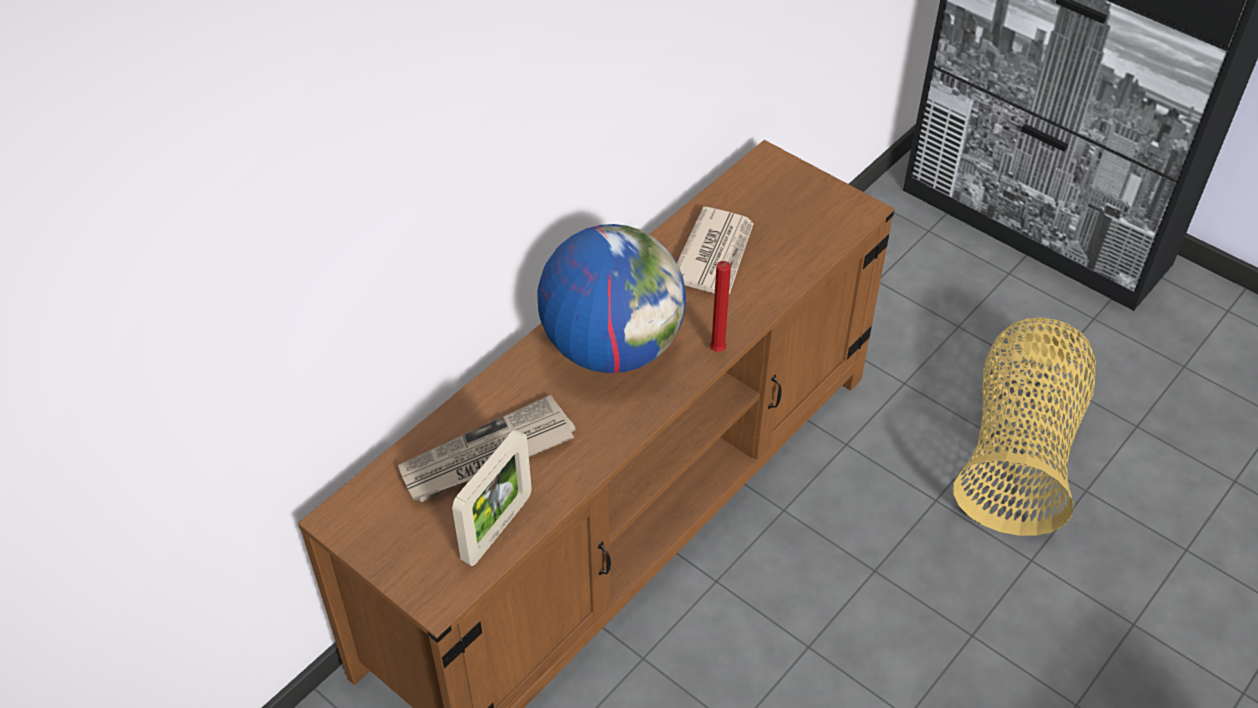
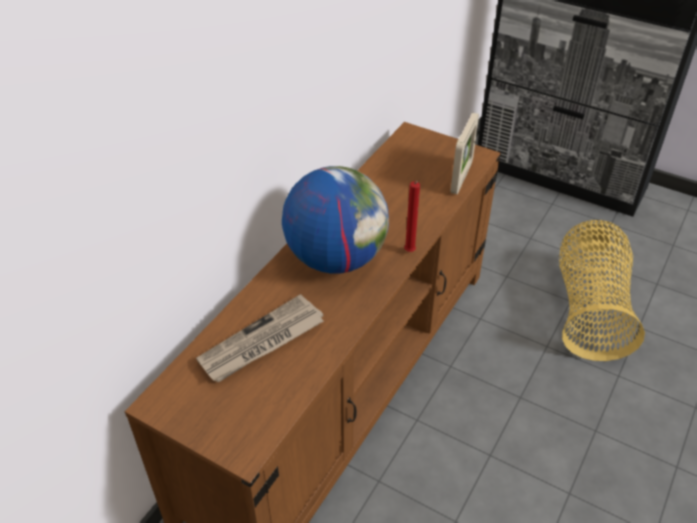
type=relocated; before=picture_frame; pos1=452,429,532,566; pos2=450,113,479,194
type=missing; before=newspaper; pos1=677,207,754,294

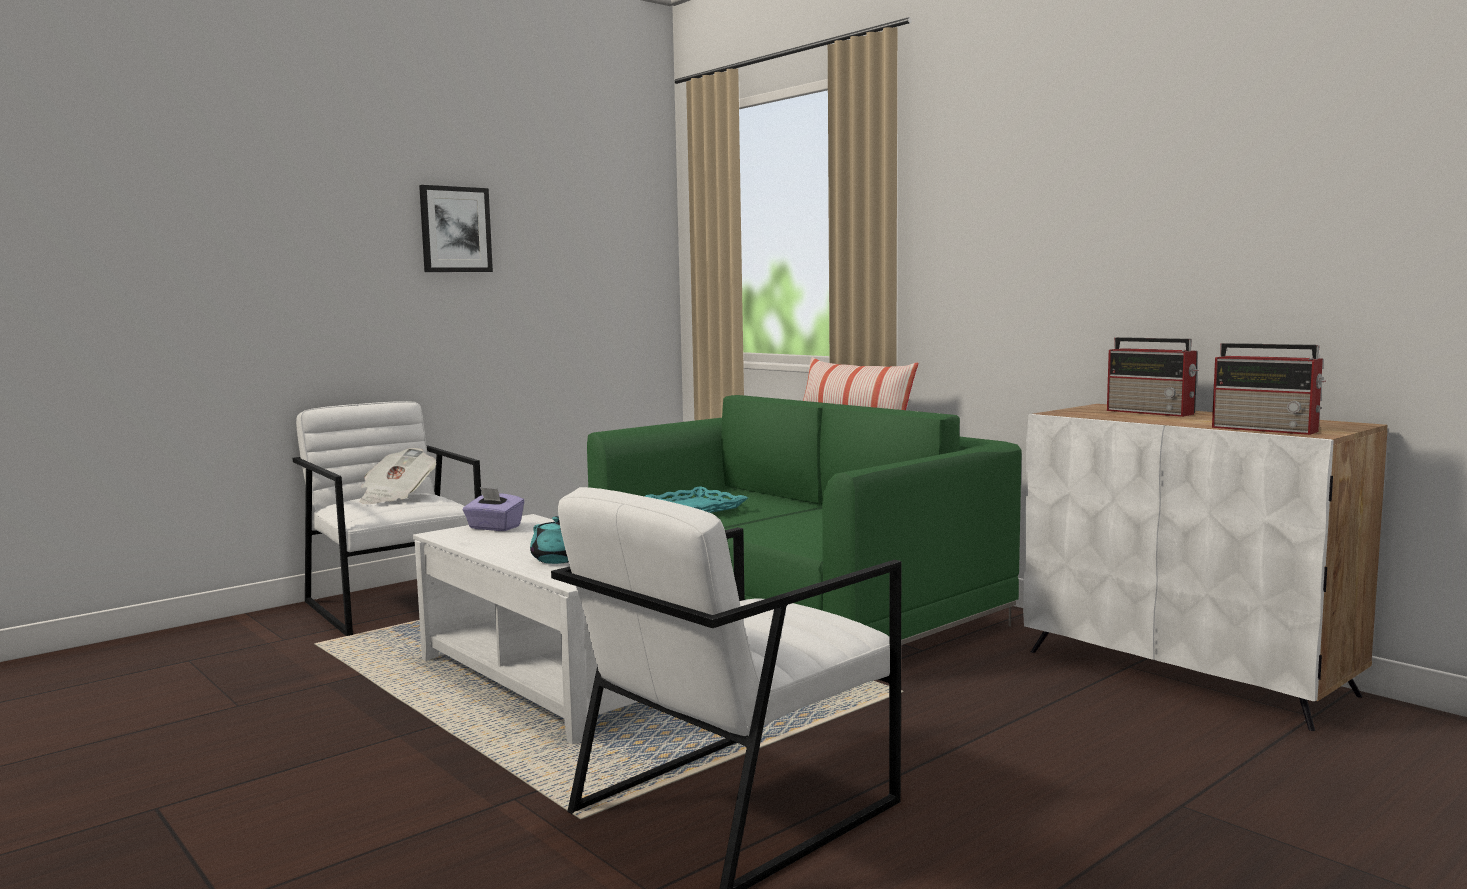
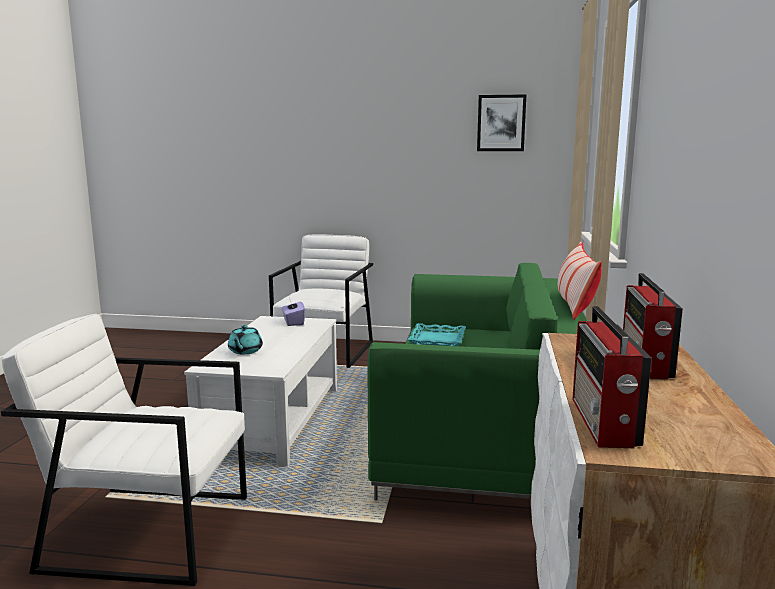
type=relocated; before=picture; pos1=419,185,493,272; pos2=477,94,527,151
type=missing; before=newspaper; pos1=360,448,436,504

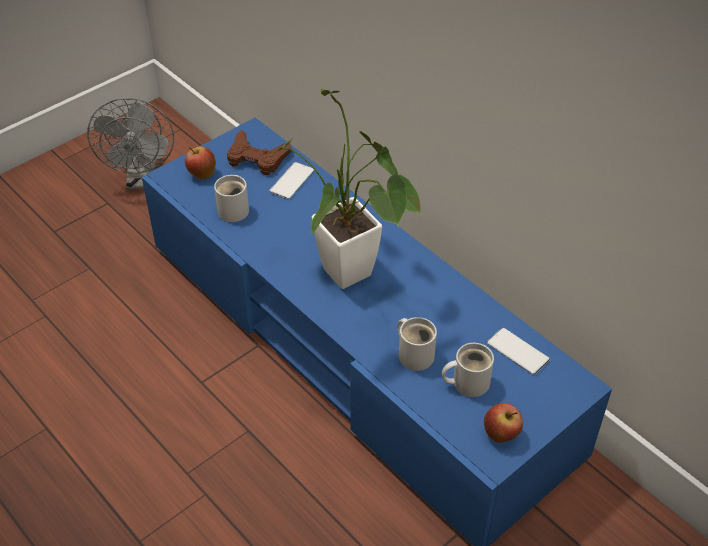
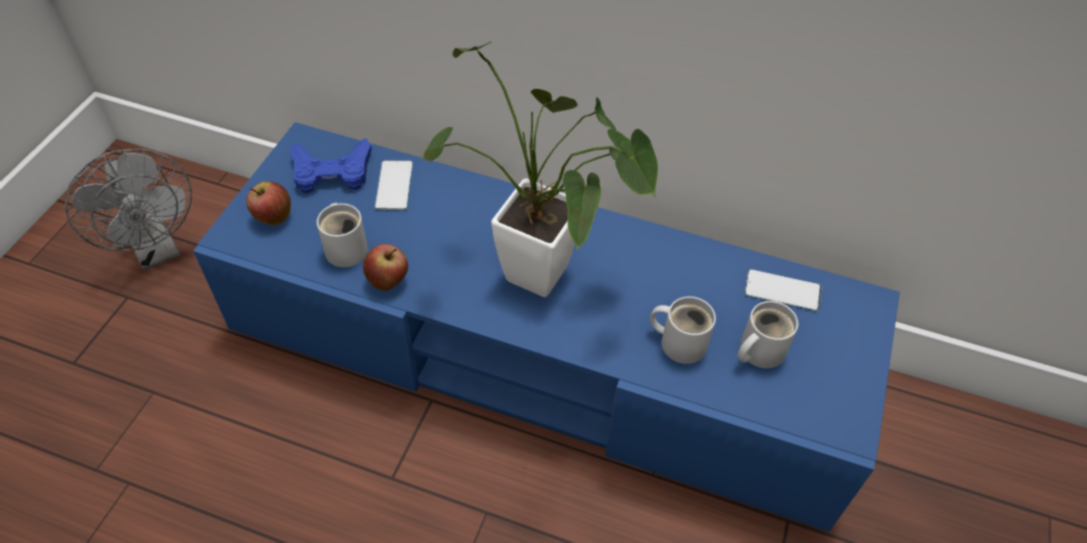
type=colour; before=brown_game_controller; after=blue_game_controller; pos1=227,130,291,175; pos2=290,138,372,194
type=relocated; before=apple; pos1=484,403,523,442; pos2=363,244,408,291

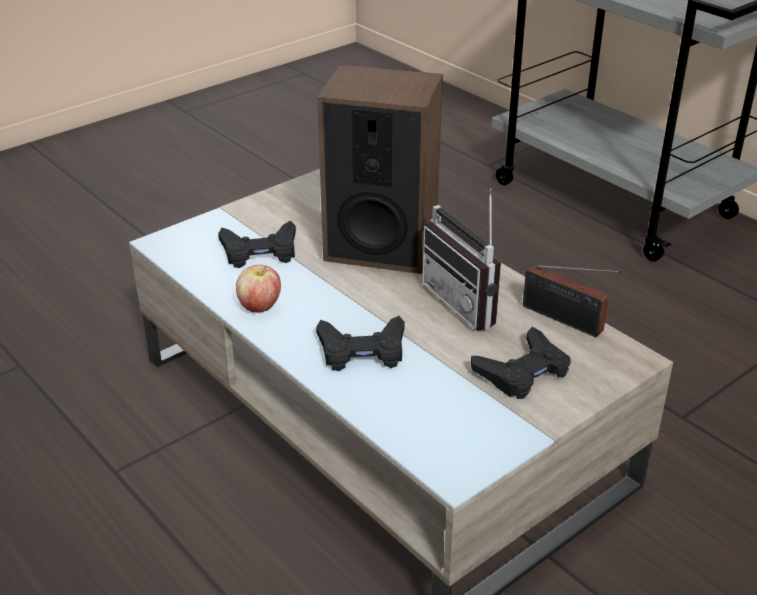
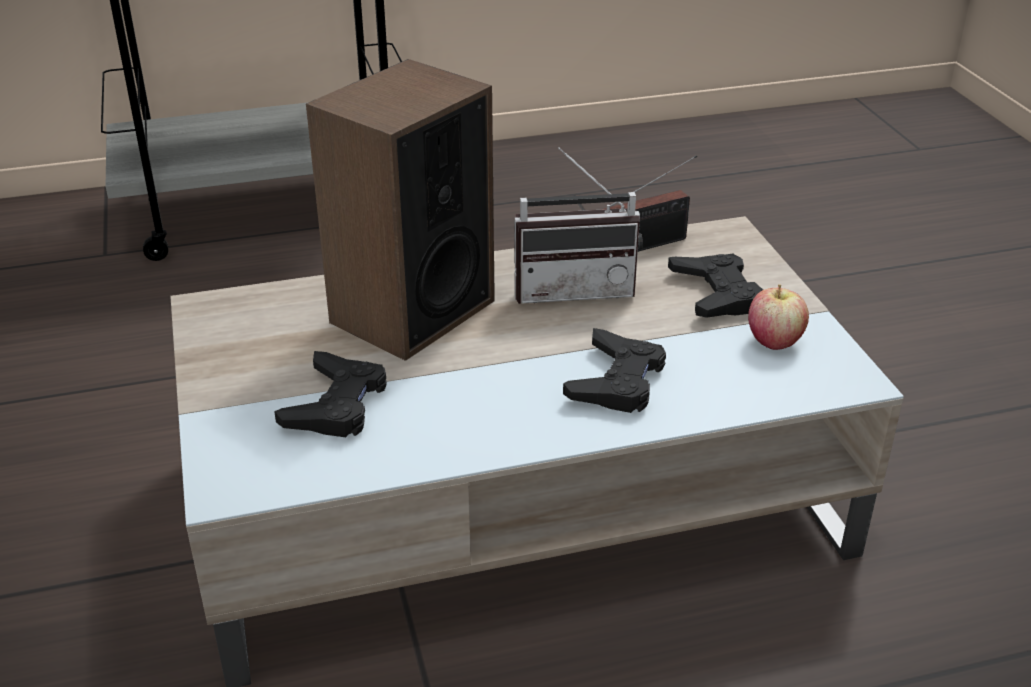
type=relocated; before=apple; pos1=236,265,281,313; pos2=748,284,809,350

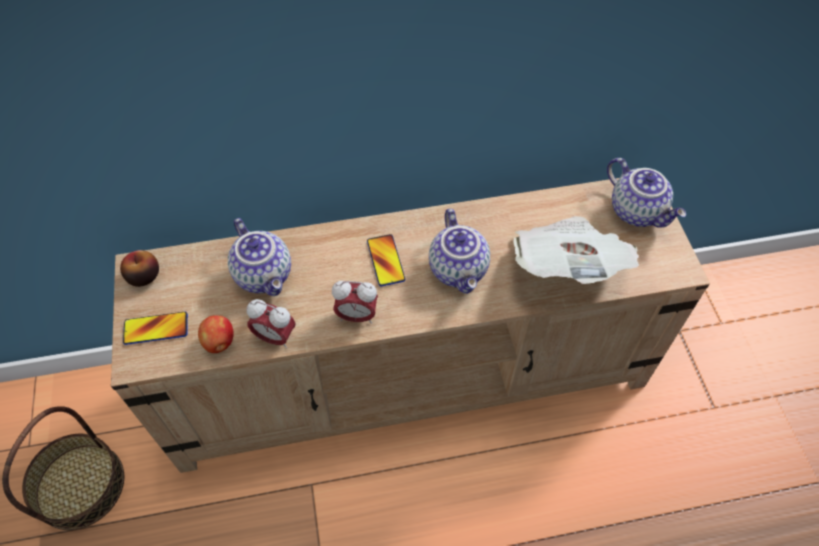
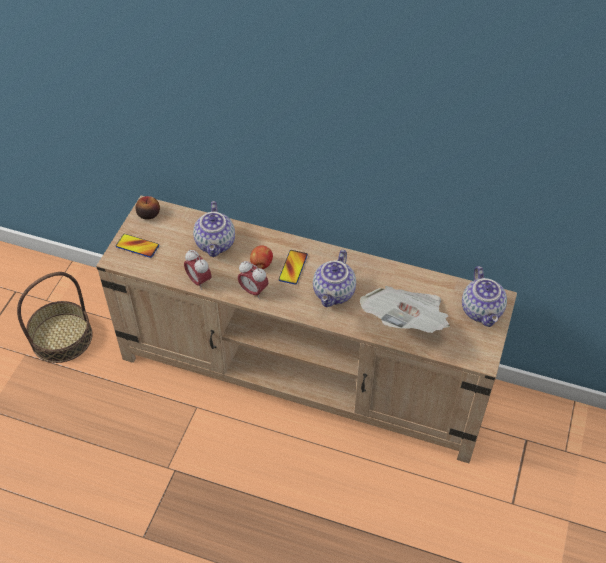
type=relocated; before=apple; pos1=198,315,234,353; pos2=250,245,273,269

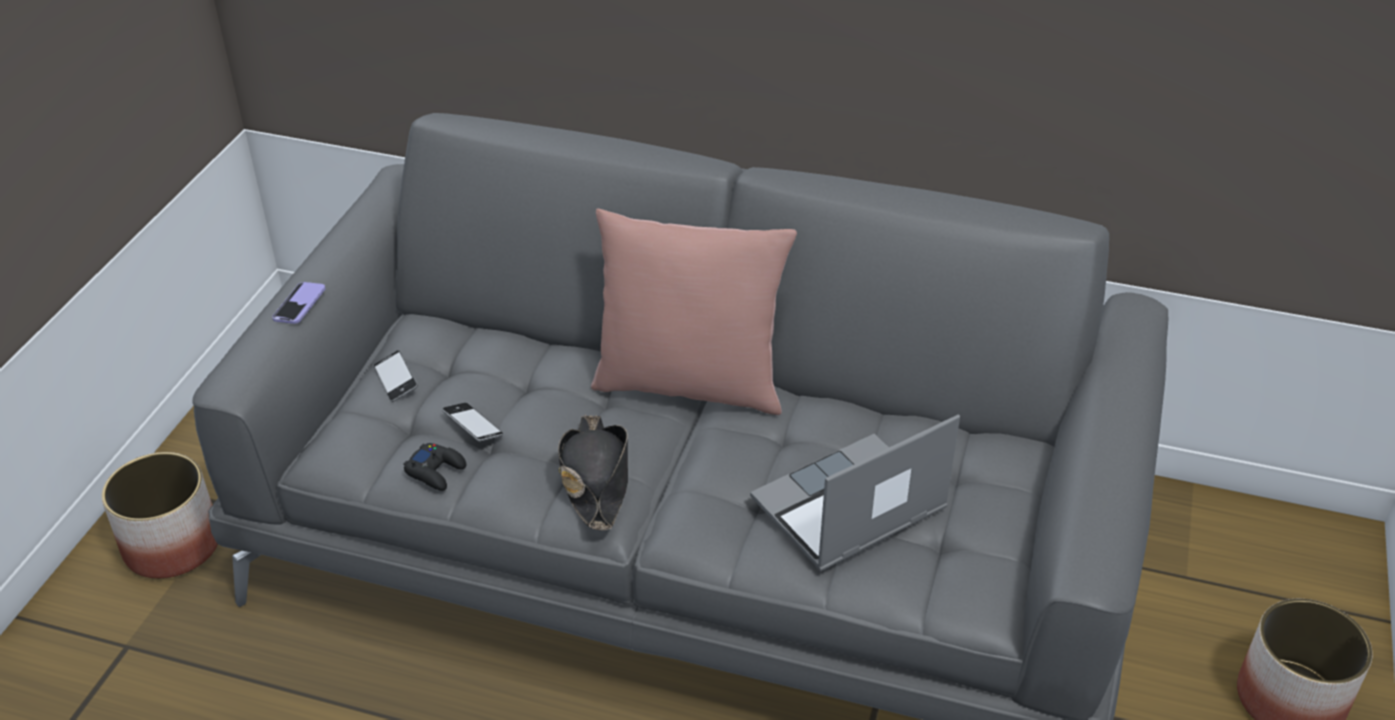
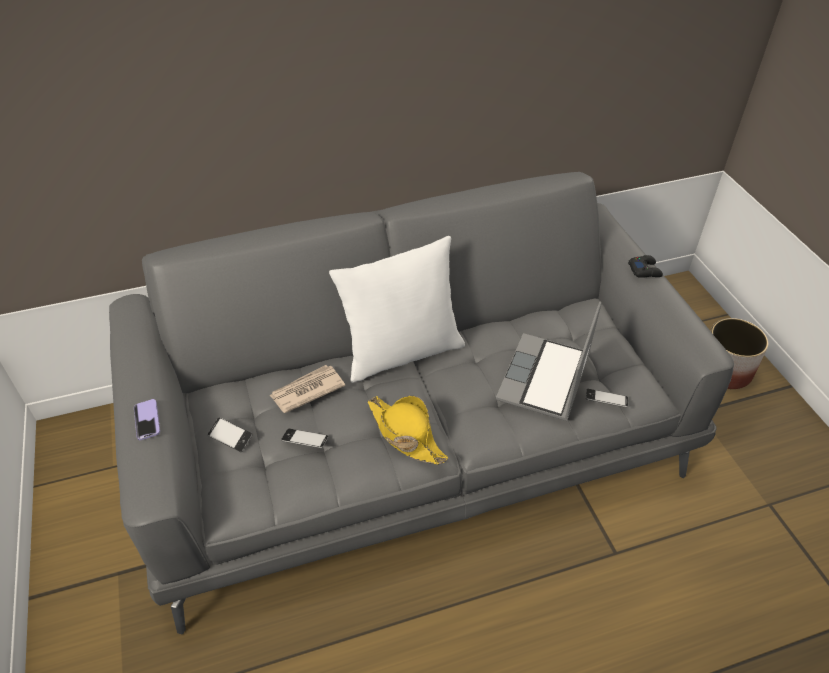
type=appeared; after=newspaper; pos2=269,365,345,413
type=colour; before=pink_pillow; after=white_pillow; pos1=591,209,797,415; pos2=329,236,465,383
type=colour; before=black_hat; after=yellow_hat; pos1=558,415,628,530; pos2=368,396,448,464
type=appeared; after=phone; pos2=586,389,628,408
type=relocated; before=black_game_controller; pos1=403,443,466,491; pos2=628,255,663,278
type=missing; before=planter; pos1=101,452,218,579

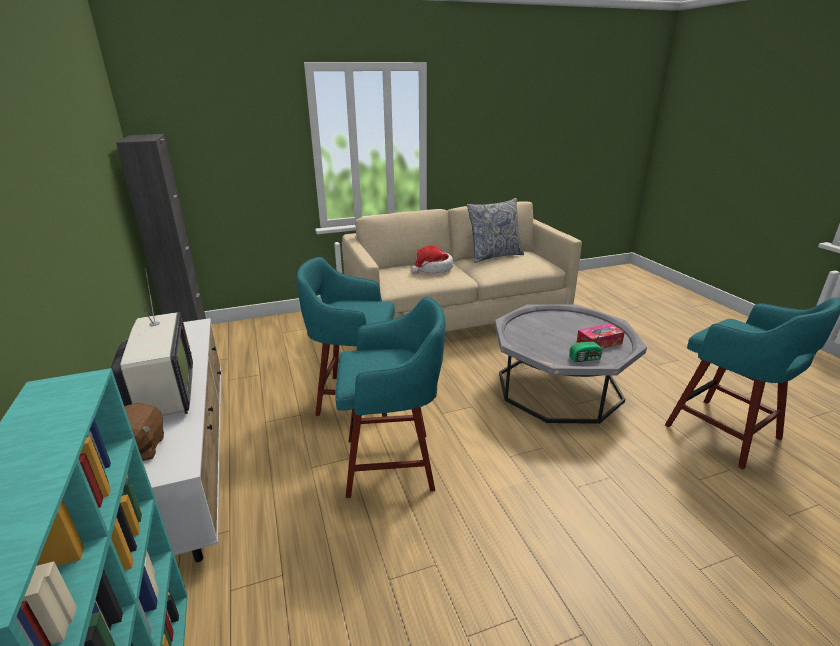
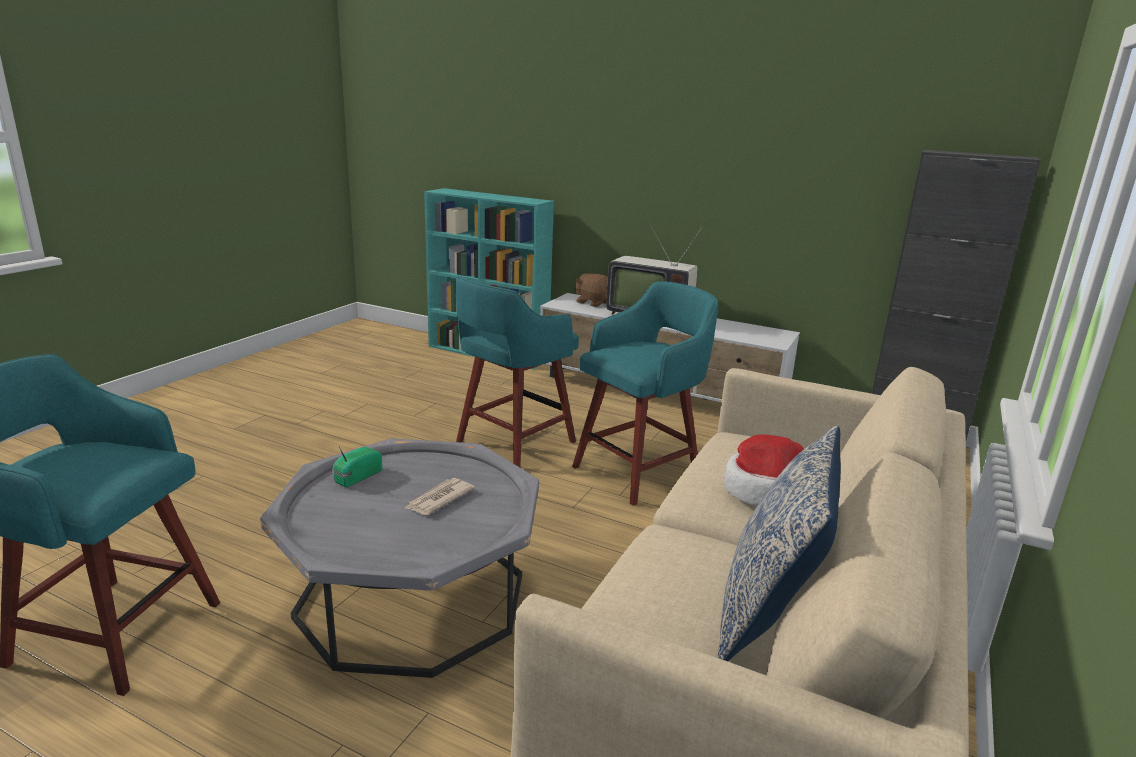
type=appeared; after=newspaper; pos2=405,478,475,515
type=missing; before=tissue_box; pos1=577,323,625,349

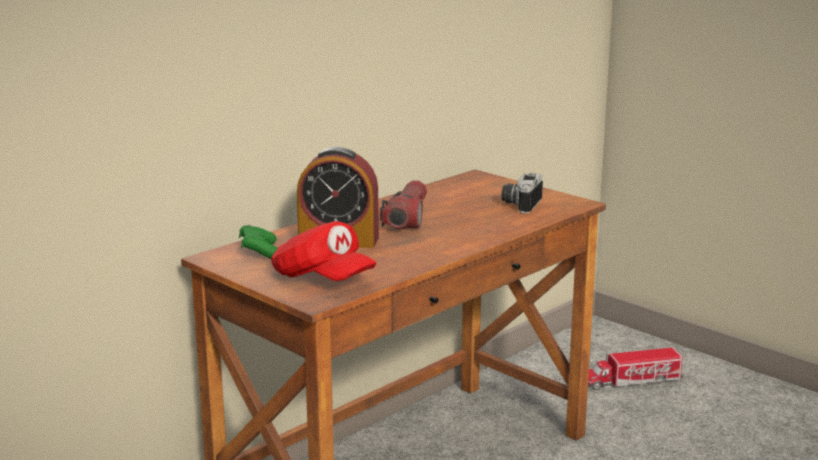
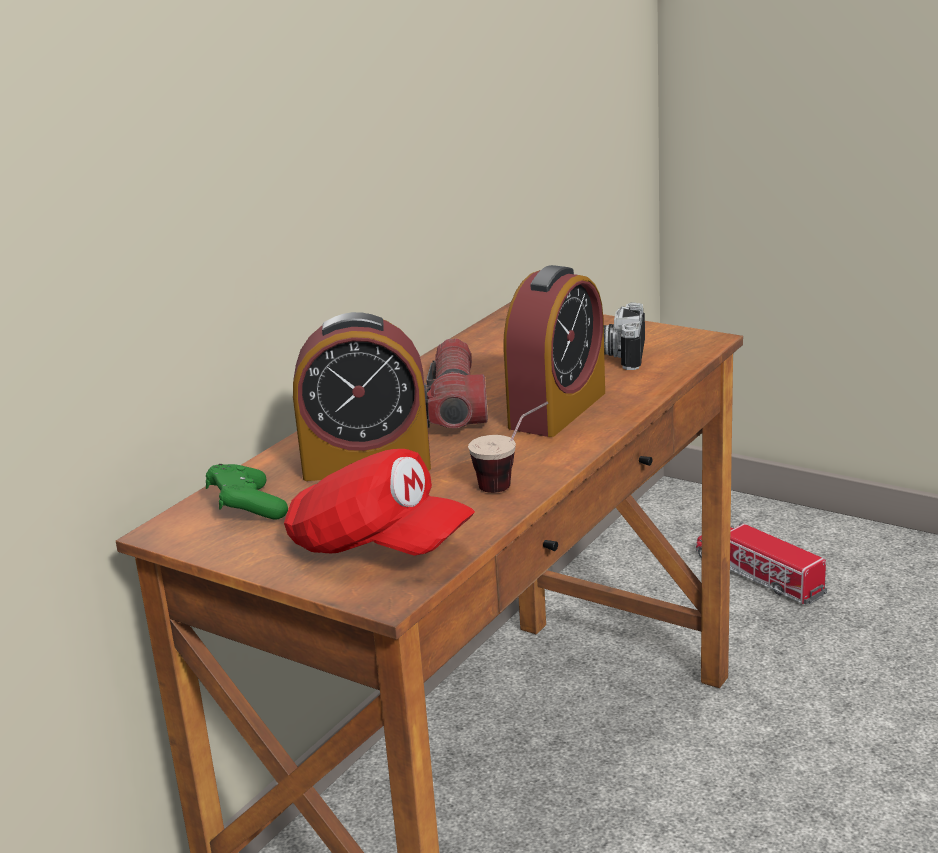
type=appeared; after=cup; pos2=468,401,549,493
type=appeared; after=alarm_clock; pos2=504,265,605,437
type=spun; before=toy_truck; pos1=588,347,683,390; pos2=696,521,827,604; turn=75

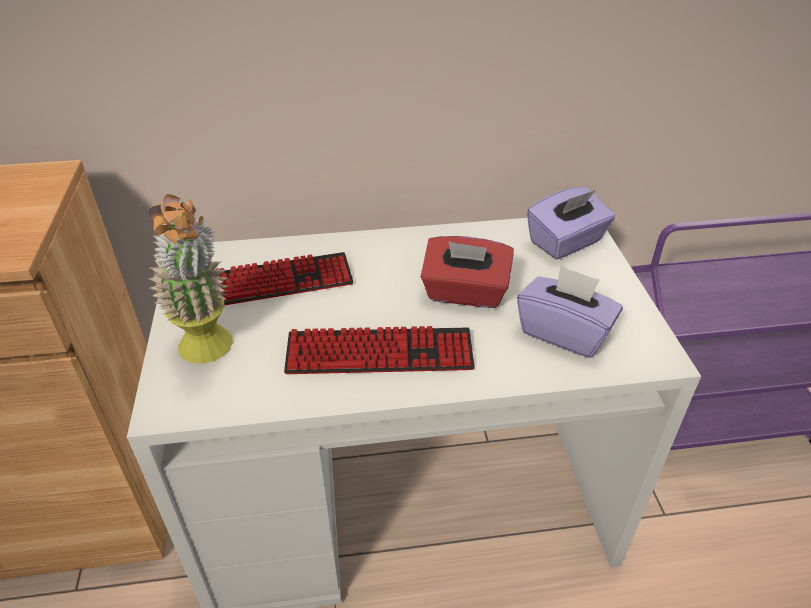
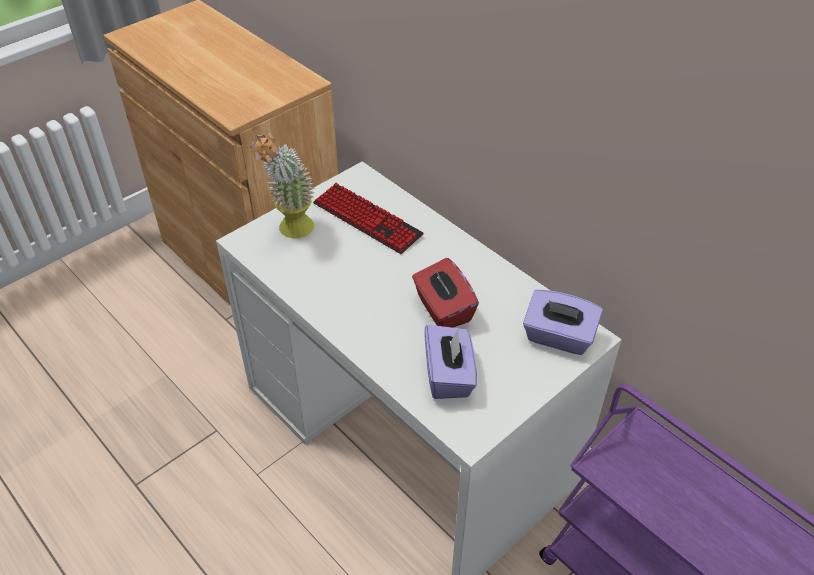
type=missing; before=keyboard; pos1=284,326,475,374

